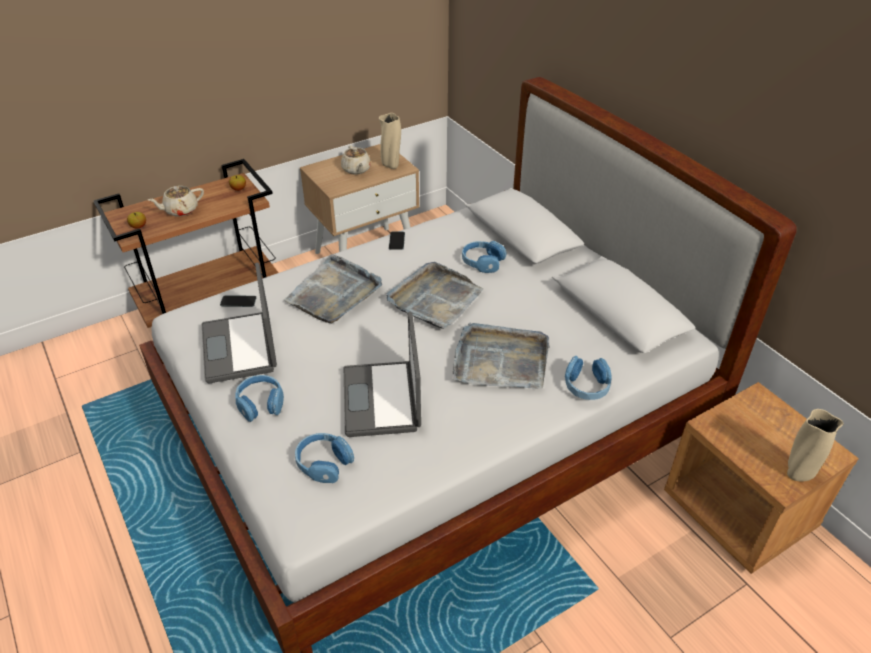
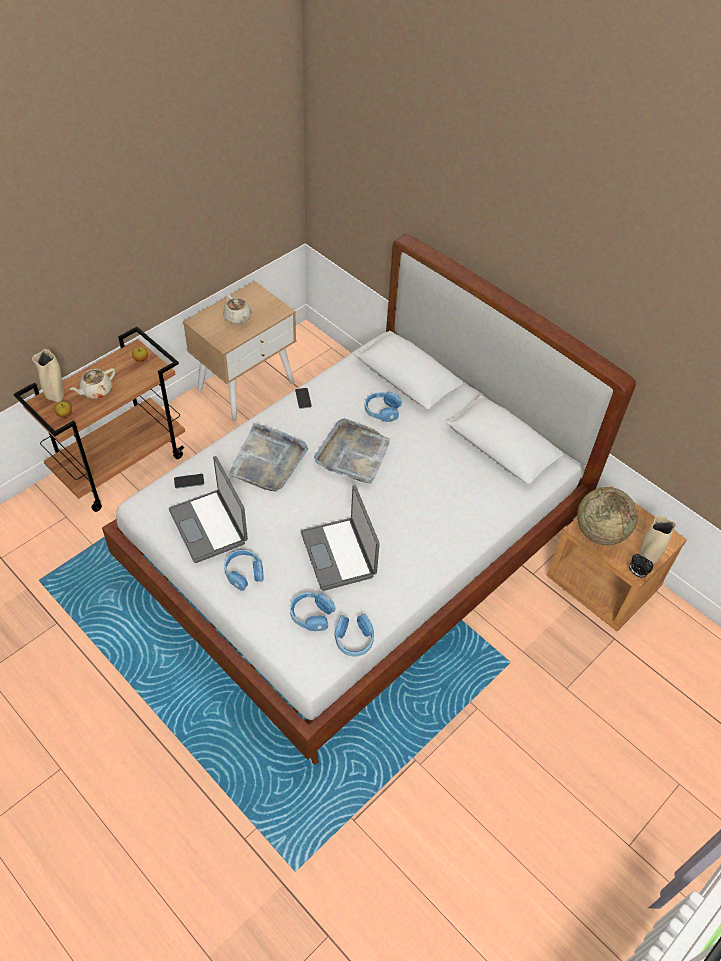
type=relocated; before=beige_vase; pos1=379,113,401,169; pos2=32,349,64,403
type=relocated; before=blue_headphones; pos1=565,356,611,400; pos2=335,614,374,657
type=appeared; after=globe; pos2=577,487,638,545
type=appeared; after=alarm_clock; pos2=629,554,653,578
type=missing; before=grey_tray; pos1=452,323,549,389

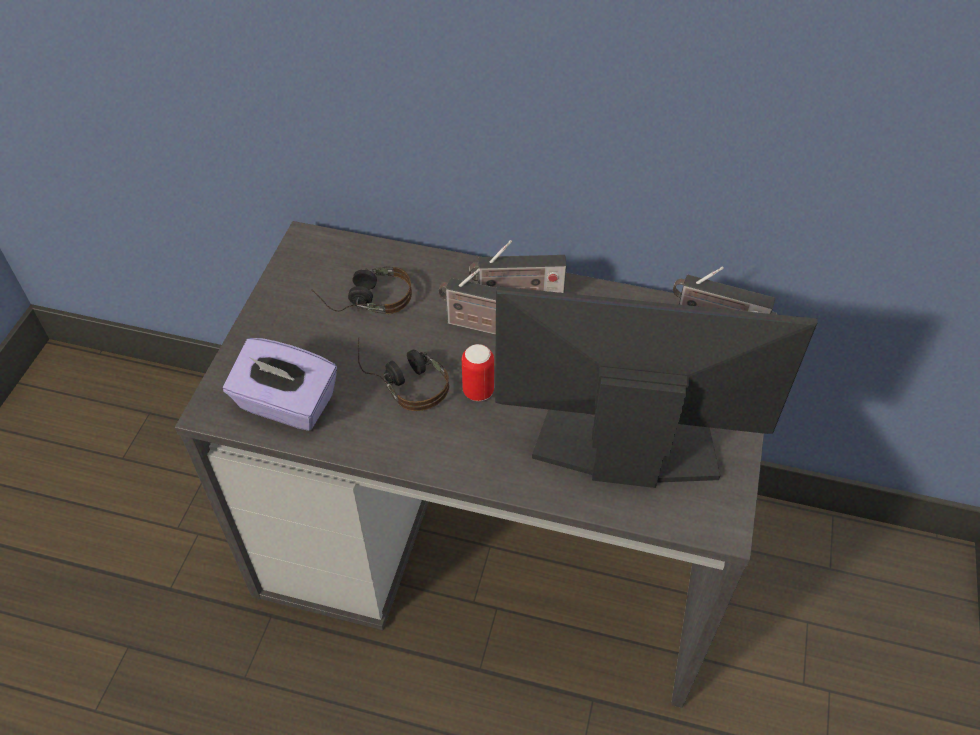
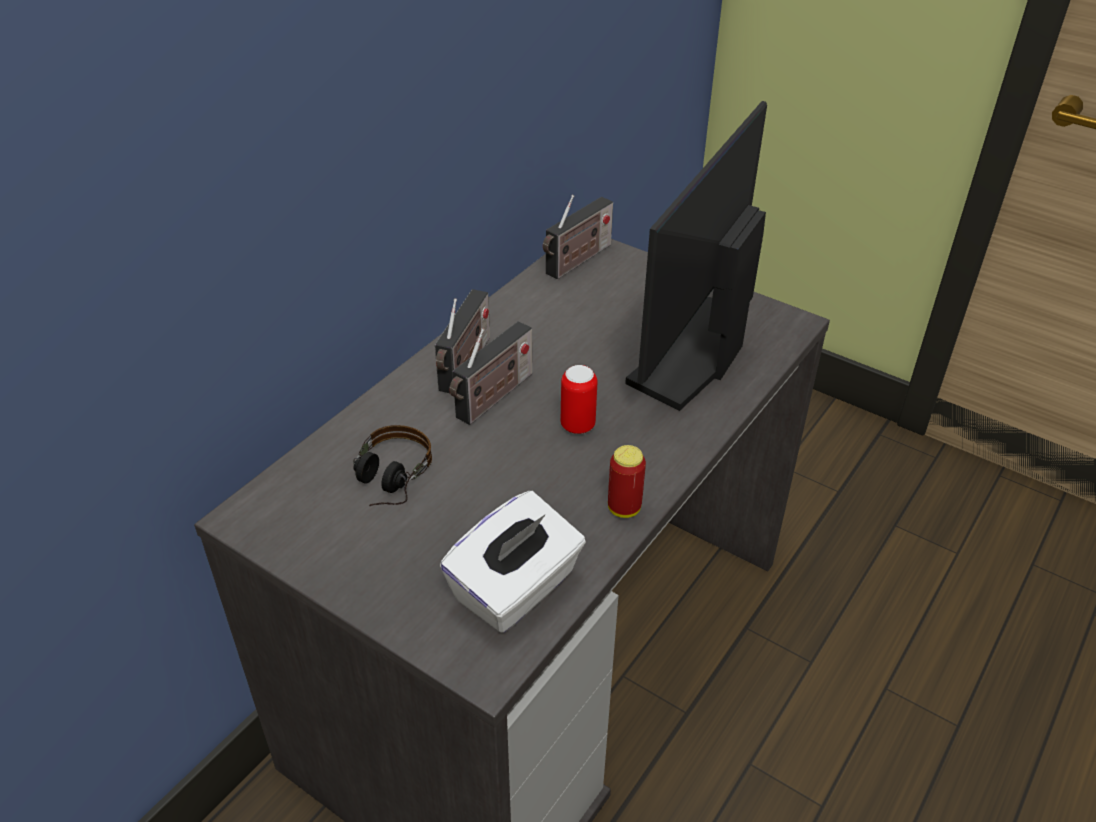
type=colour; before=purple_tissue_box; after=white_tissue_box; pos1=223,338,337,431; pos2=440,491,586,633
type=appeared; after=can; pos2=608,445,646,518
type=missing; before=headphones; pos1=358,337,449,411

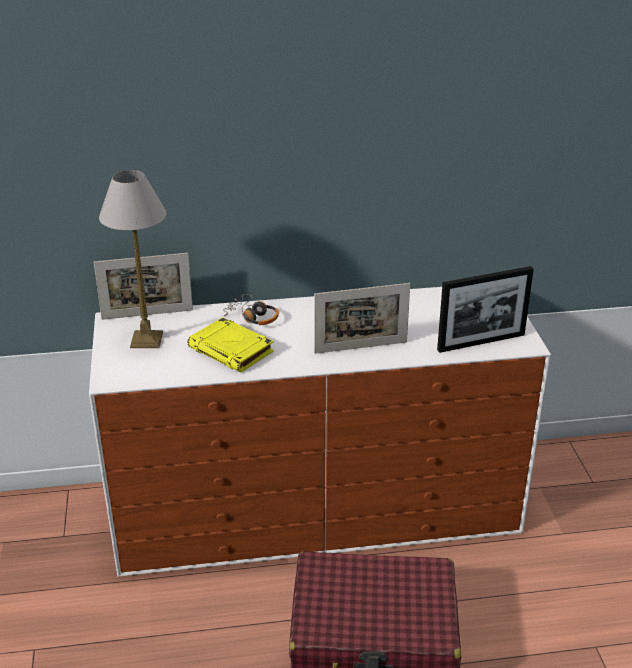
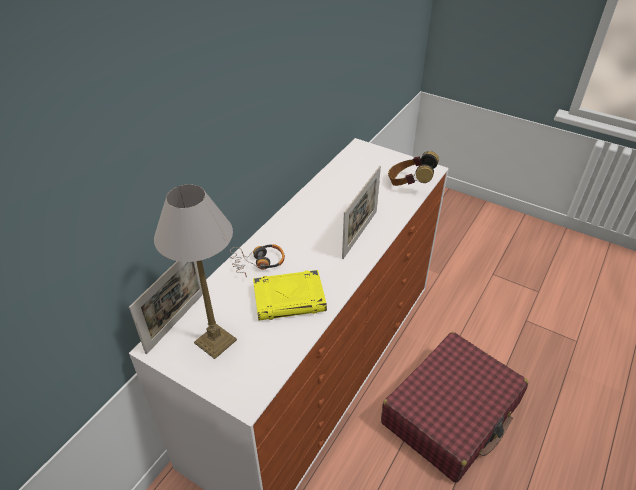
type=exchanged; before=picture_frame; after=headphones; pos1=437,266,534,353; pos2=388,151,439,186

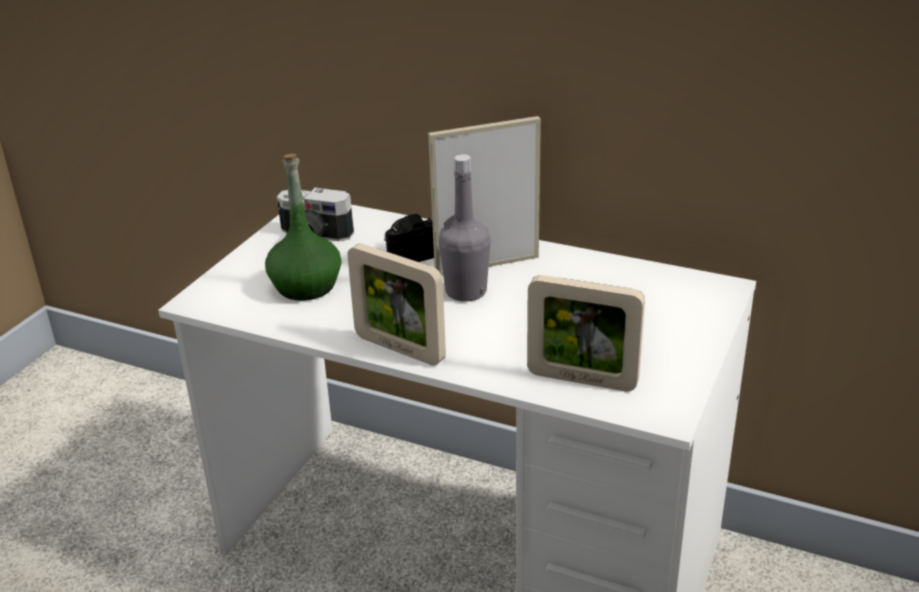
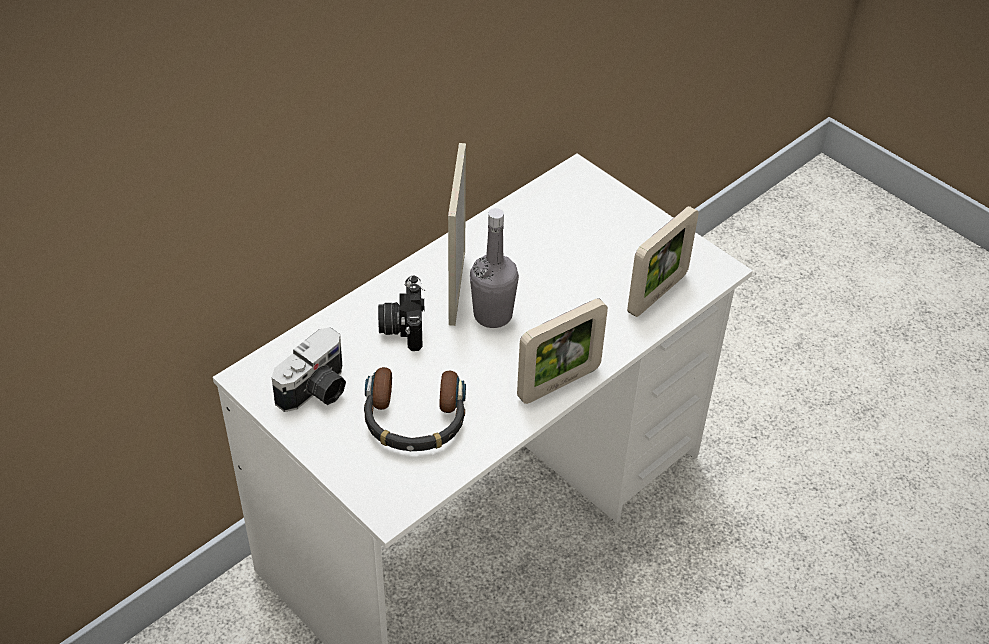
type=exchanged; before=green_bottle; after=headphones; pos1=265,154,342,301; pos2=364,367,466,451

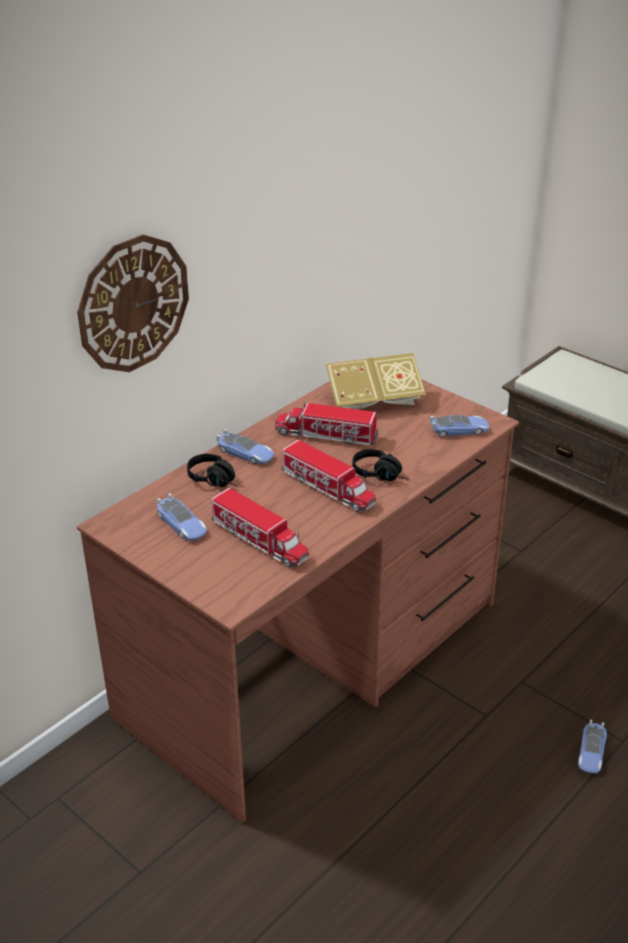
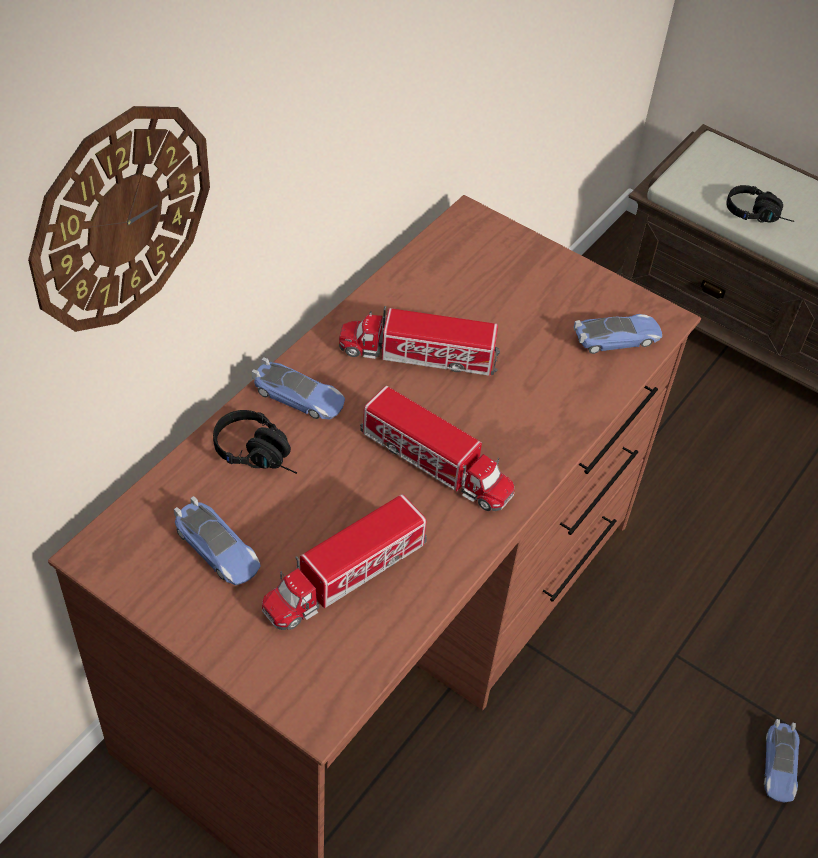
type=spun; before=toy_truck; pos1=212,488,309,567; pos2=262,494,427,630; turn=105
type=relocated; before=black_headphones; pos1=352,449,408,481; pos2=726,185,794,223
type=missing; before=book; pos1=325,353,426,410

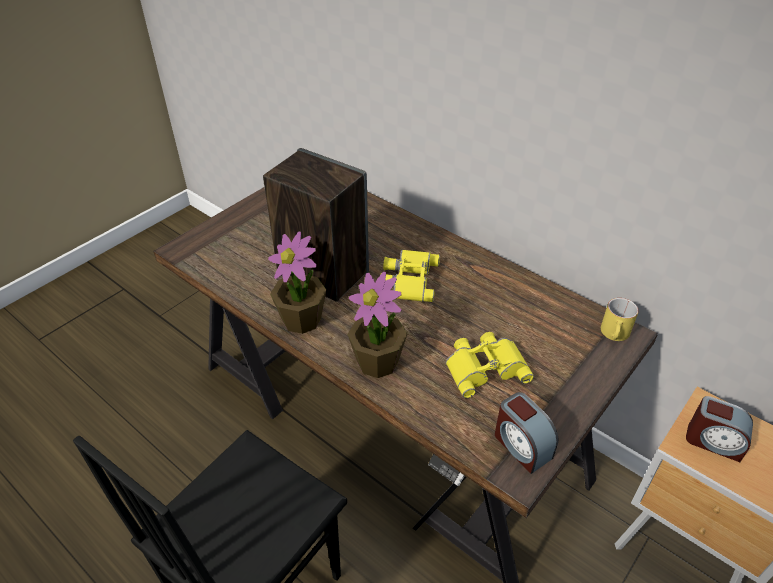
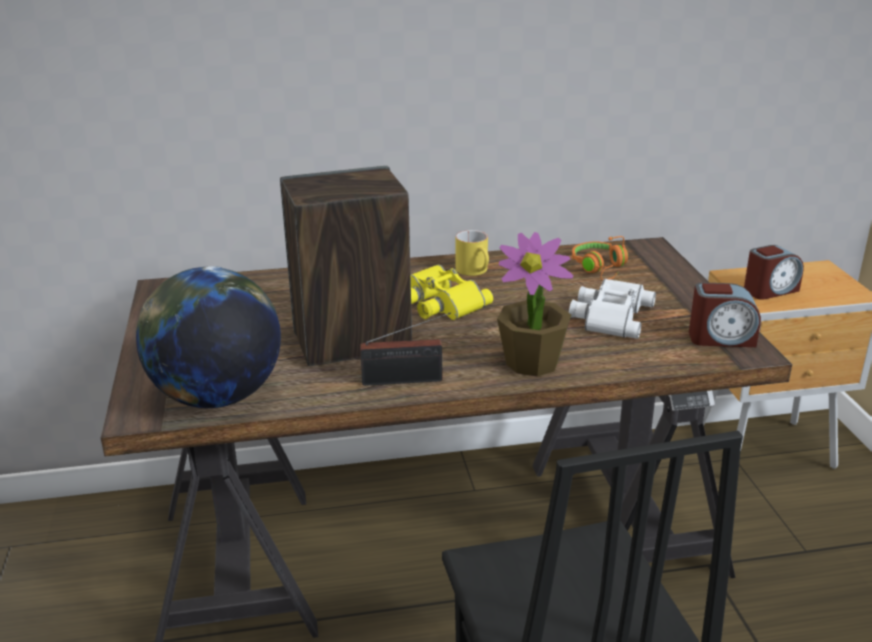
type=appeared; after=globe; pos2=136,266,281,408
type=exchanged; before=potted_plant; after=radio; pos1=268,232,326,334; pos2=360,312,451,386
type=relocated; before=yellow_mug; pos1=601,298,639,341; pos2=456,230,489,276
type=colour; before=yellow_binoculars; after=white_binoculars; pos1=446,332,534,398; pos2=569,278,656,339
type=appeared; after=orange_headphones; pos2=572,236,628,280

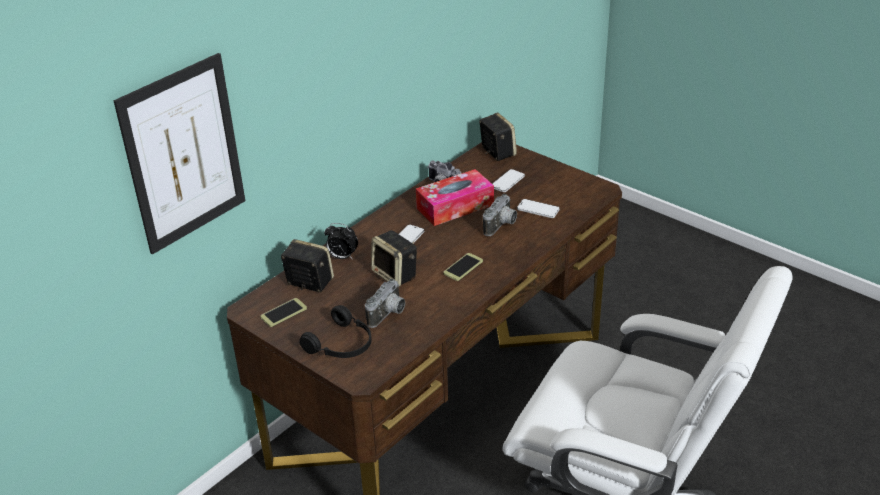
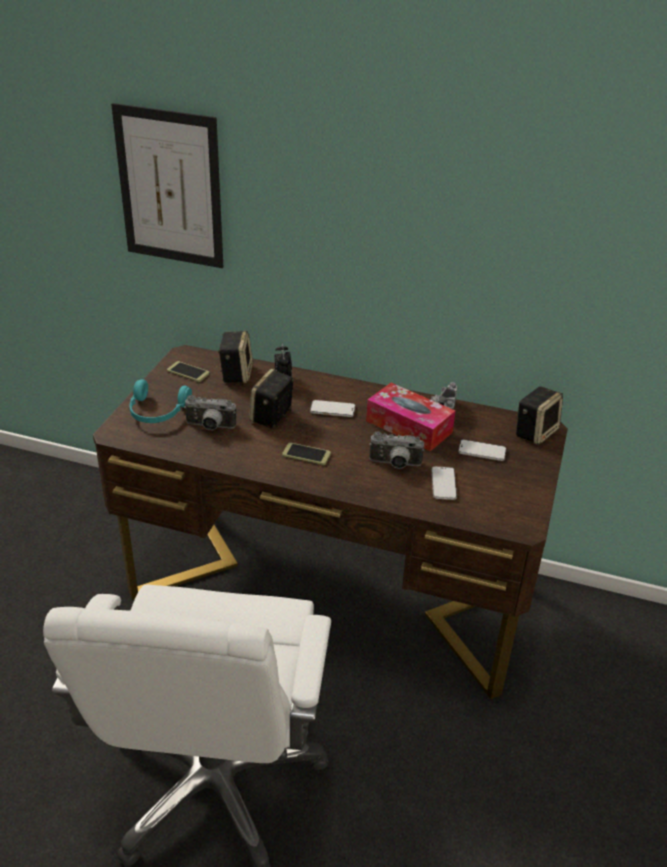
type=colour; before=black_headphones; after=turquoise_headphones; pos1=299,305,372,358; pos2=129,379,192,423

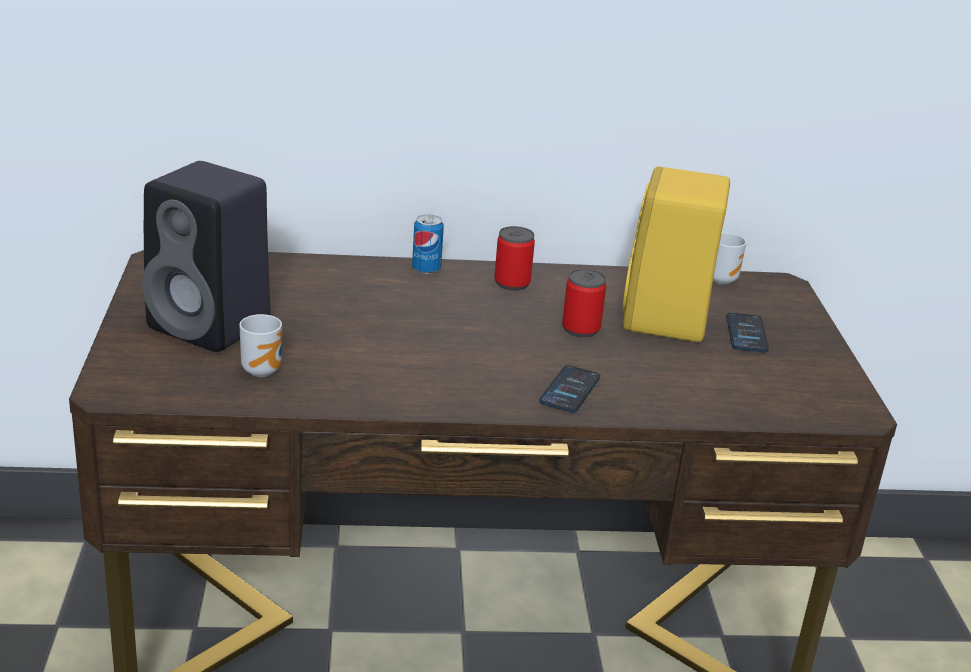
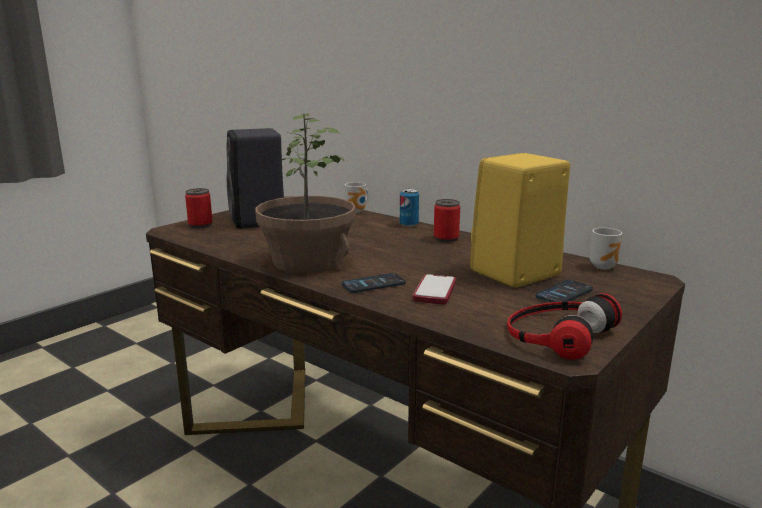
type=relocated; before=can; pos1=562,269,606,337; pos2=185,188,213,228
type=appeared; after=potted_plant; pos2=255,113,356,273
type=relocated; before=mug; pos1=239,314,282,377; pos2=345,182,369,213
type=appeared; after=phone; pos2=413,274,456,305
type=appeared; after=headphones; pos2=507,293,622,360

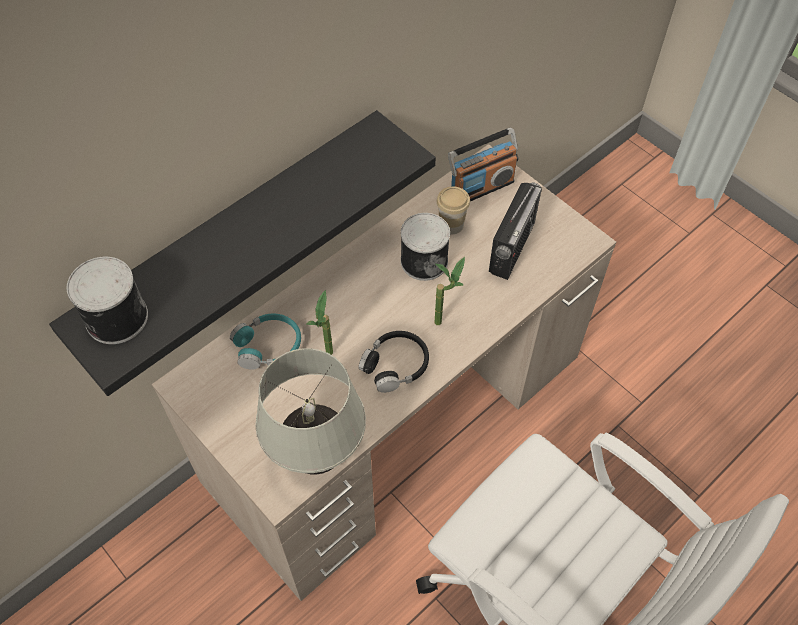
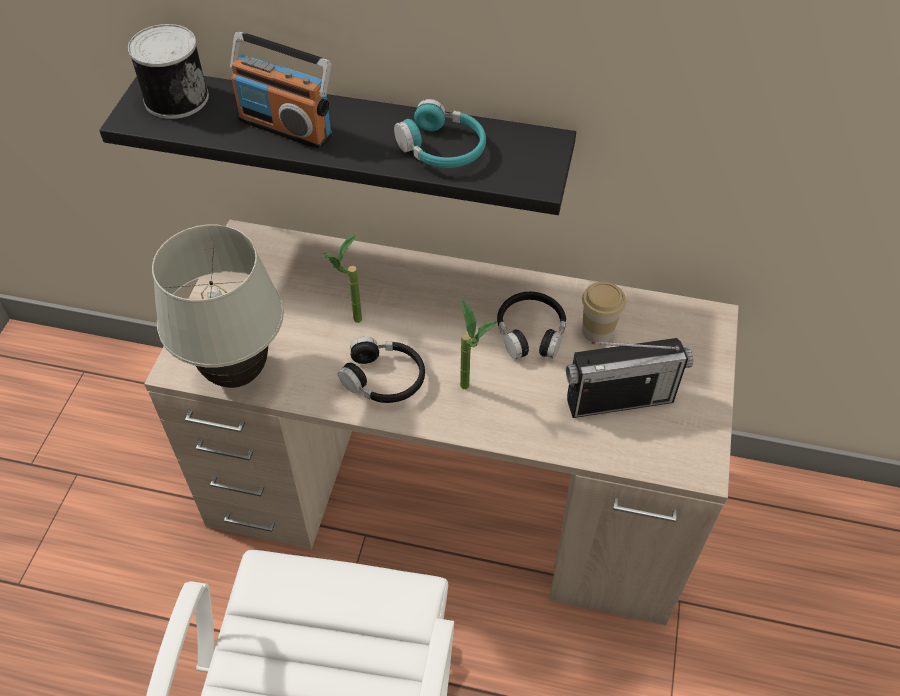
type=relocated; before=radio; pos1=448,128,518,201; pos2=230,32,332,149
type=relocated; before=turquoise_headphones; pos1=230,314,301,370; pos2=394,99,486,168
type=exchanged; before=can; after=black_headphones; pos1=401,213,450,281; pos2=497,292,566,359

